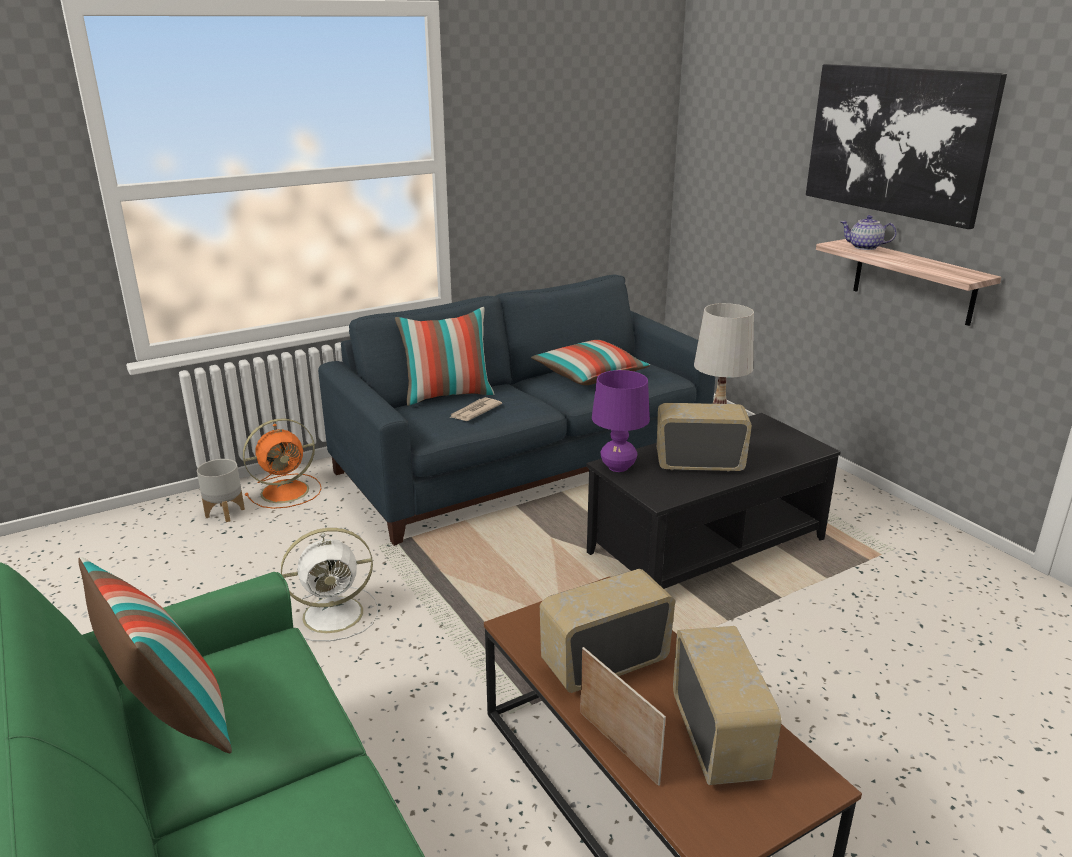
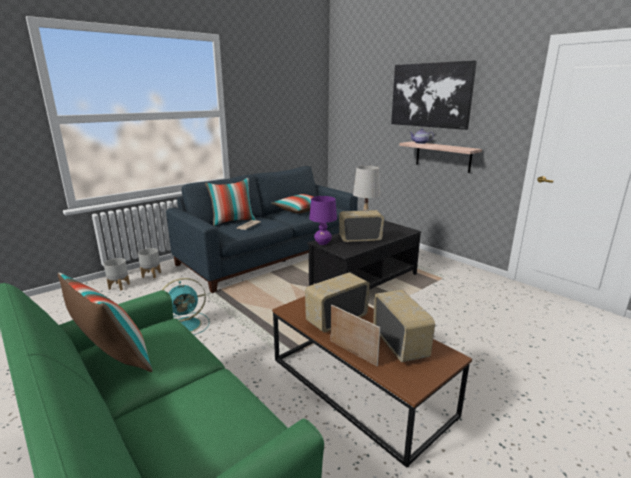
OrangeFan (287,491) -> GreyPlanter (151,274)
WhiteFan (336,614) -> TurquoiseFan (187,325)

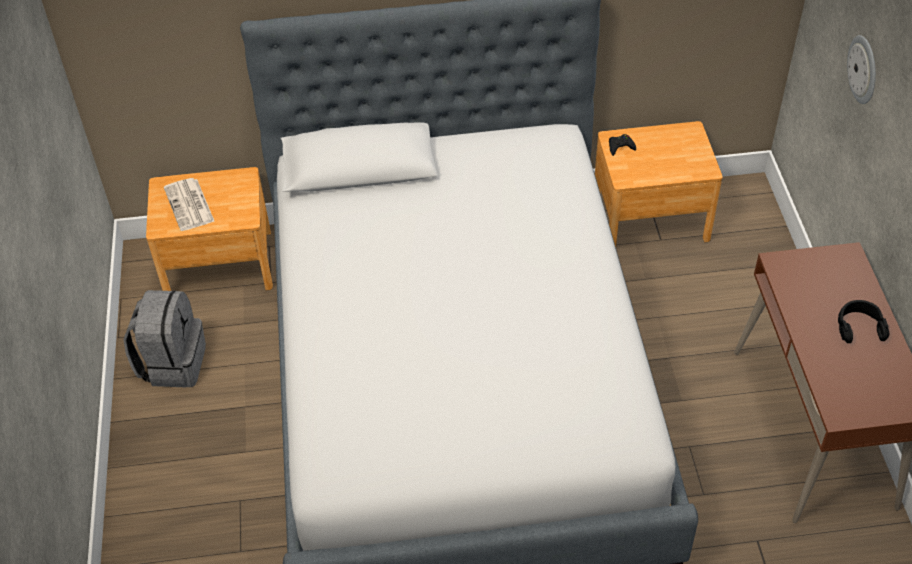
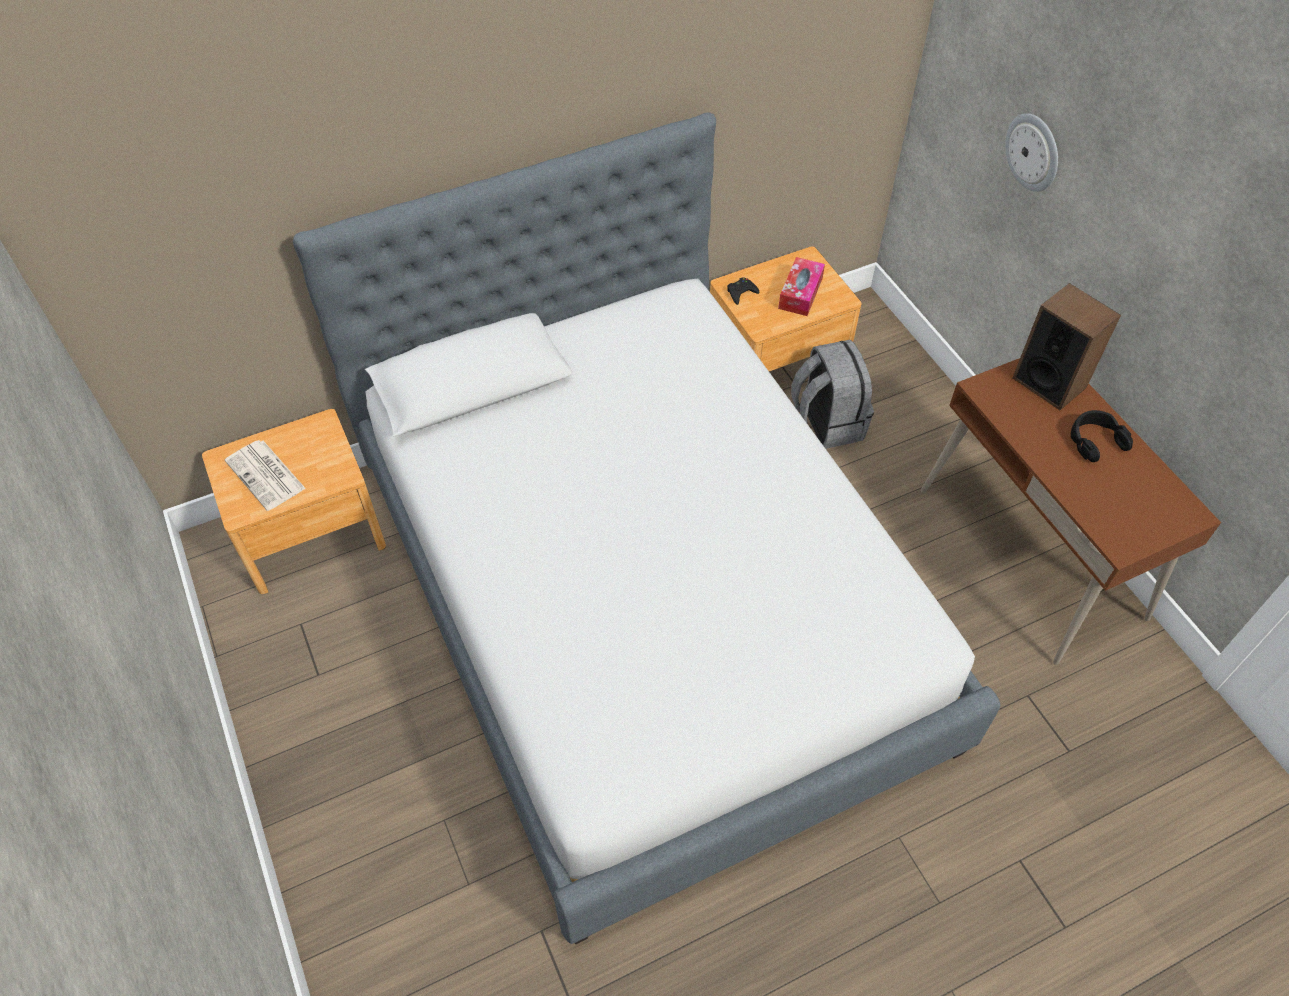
GreyBackpack (172,363) -> GreyBackpack (826,423), shifted
none -> TissueBox (800,293)
none -> Speaker (1049,382)

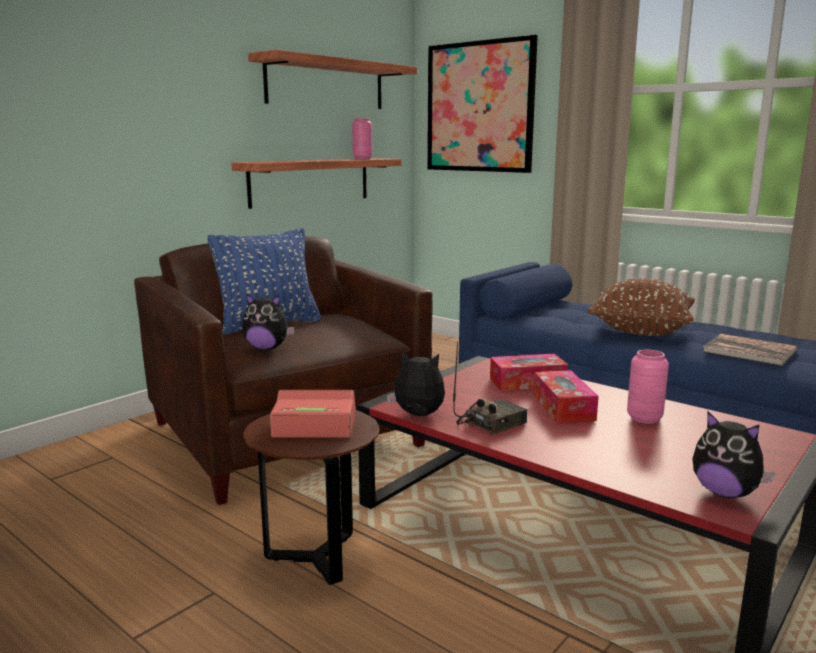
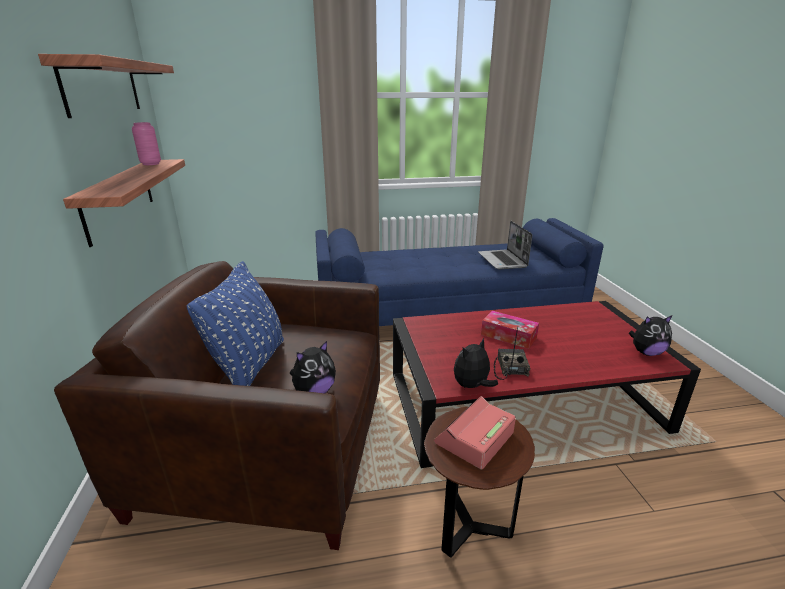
Picture (479,107) -> none
TissueBox (527,382) -> none
BrownPillow (640,331) -> none
PinkVase (644,418) -> none
Book (749,351) -> Laptop (503,261)

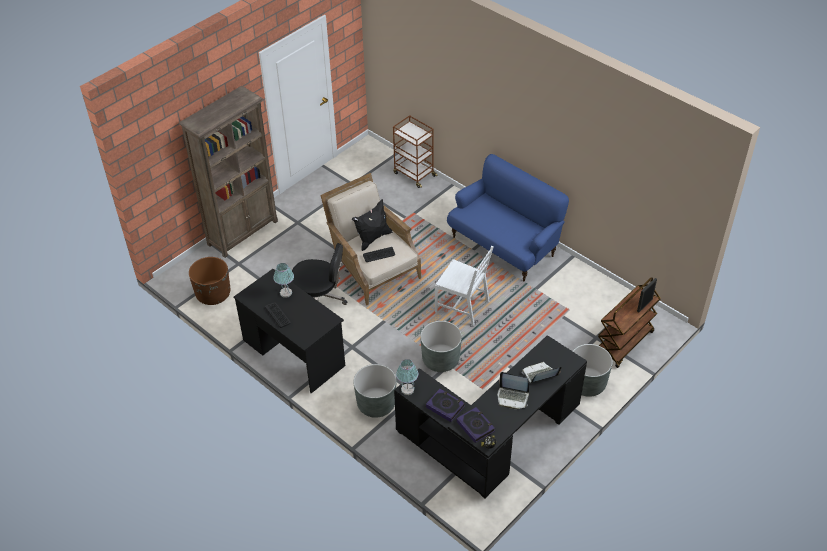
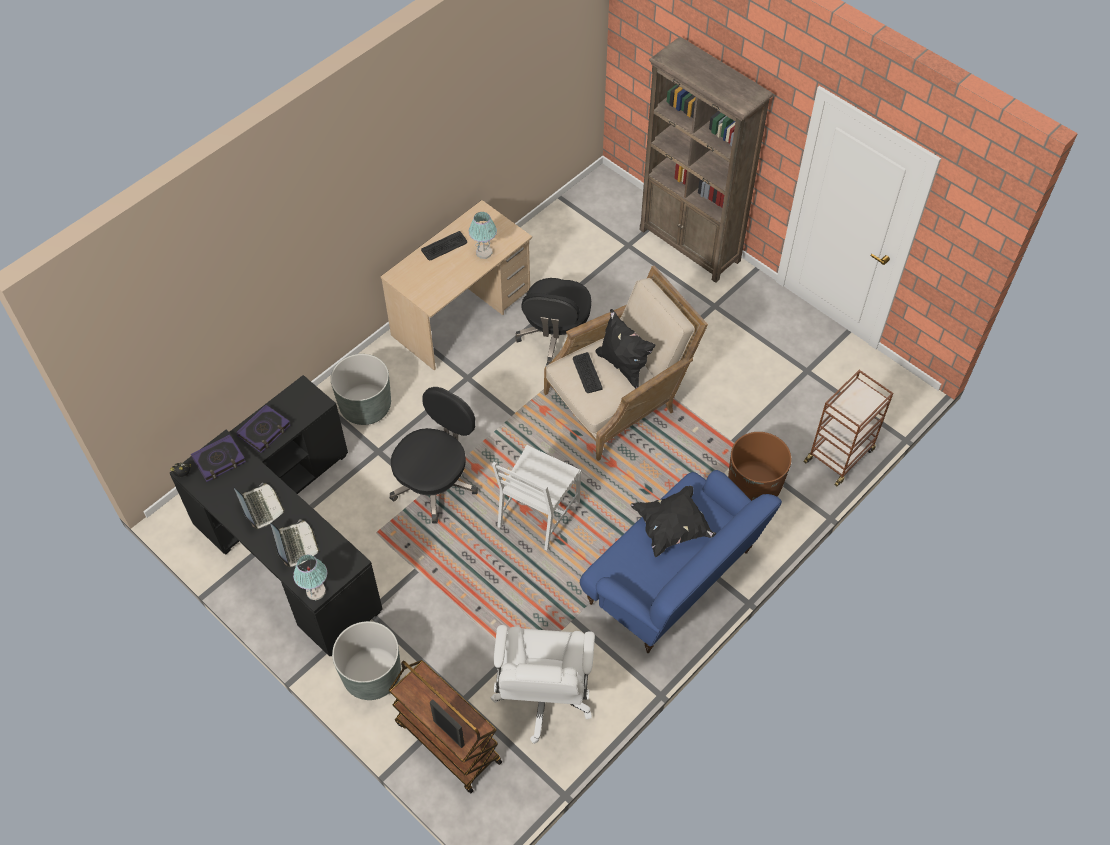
BrownPlanter (213,294) -> BrownPlanter (754,484), shifted
BlackDesk (293,353) -> BeigeDesk (461,314)
TableLamp (407,390) -> TableLamp (316,591), shifted
GreyPlanter (440,359) -> BlackOfficeChair (435,482)
Laptop (512,397) -> Laptop (260,507), 135 degrees clockwise
none -> WhiteOfficeChair (543,697)
none -> BlackPillow (672,527)

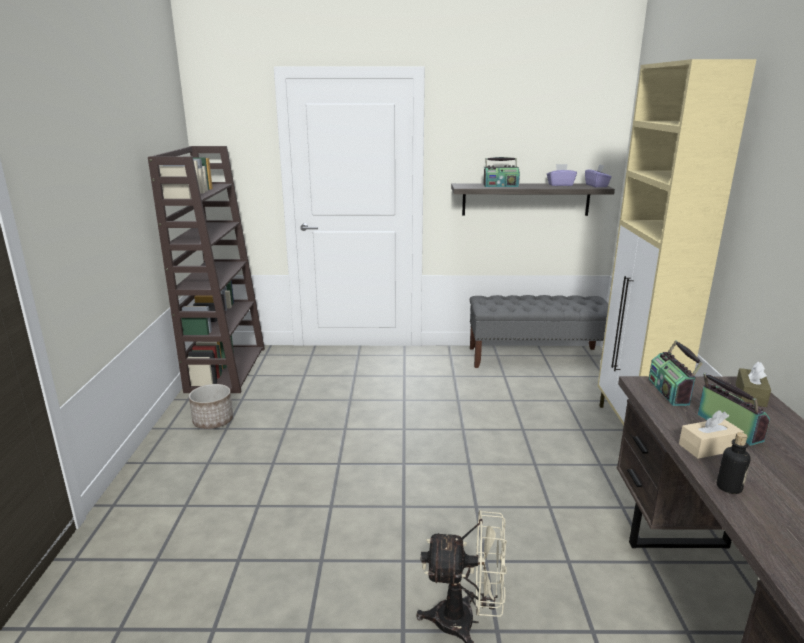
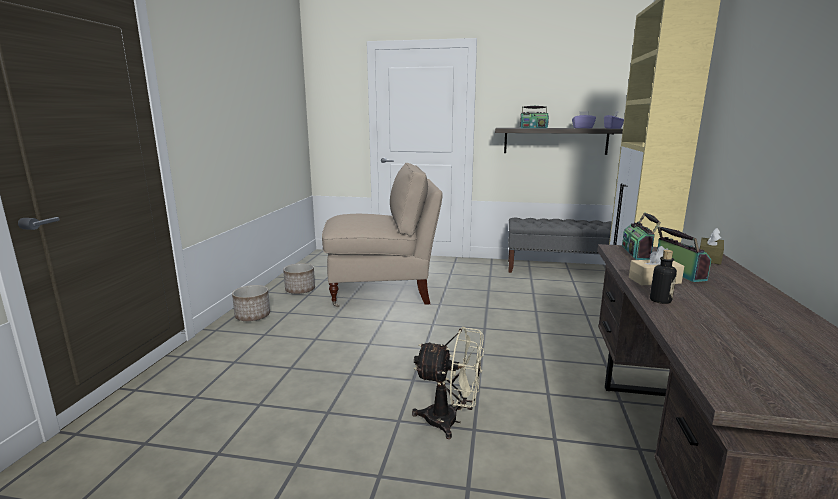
BrownBookcase (226,369) -> none
none -> Planter (253,316)
none -> BeigeChair (382,291)

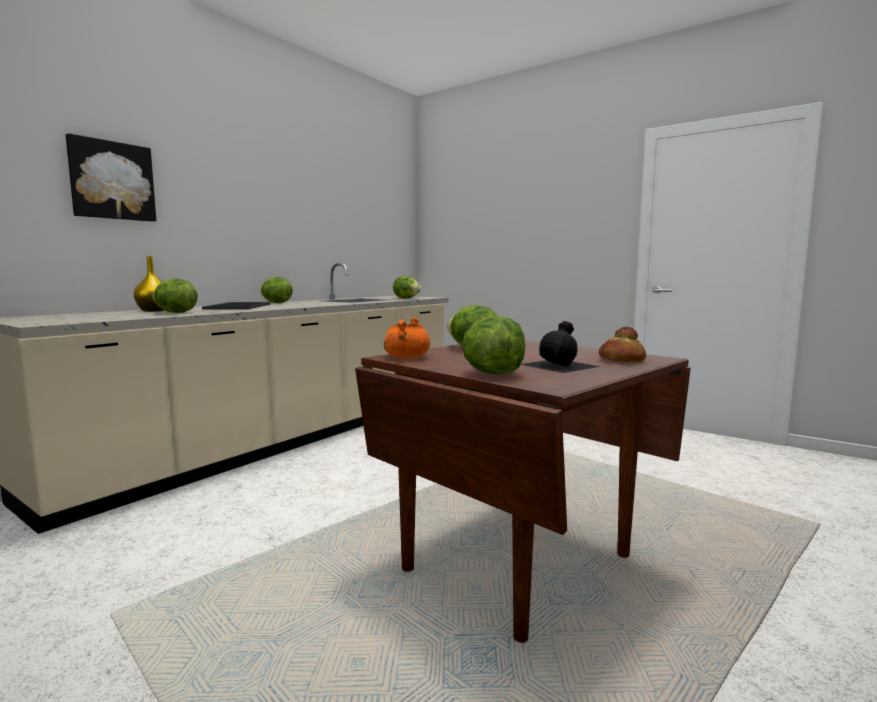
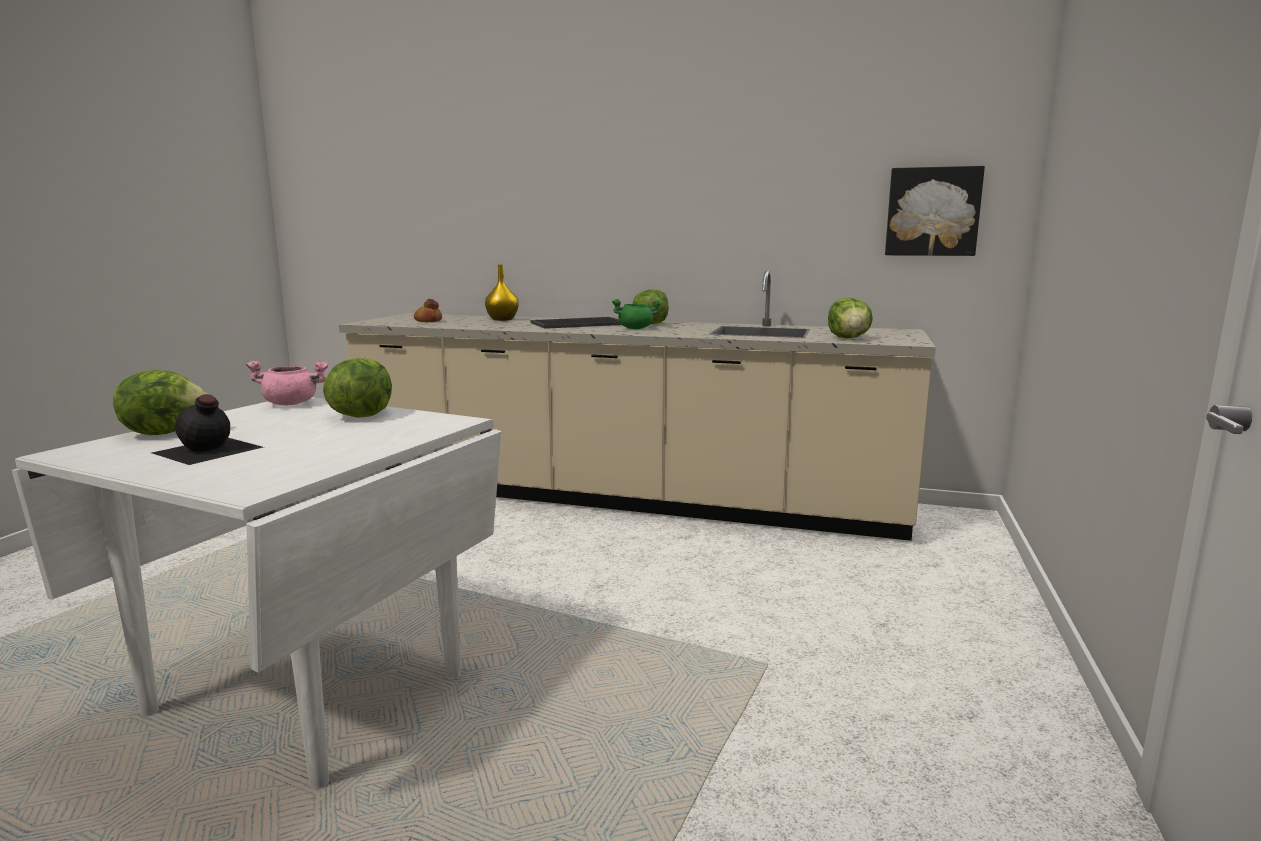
Picture (112,181) -> Picture (932,212), shifted
Lettuce (175,313) -> none
BrownDiningTable (519,563) -> WhiteDiningTable (305,695)
OrangeCookingPot (406,357) -> PinkCookingPot (292,404)
Bread (621,360) -> Bread (428,321), shifted
none -> GreenCookingPot (636,328)

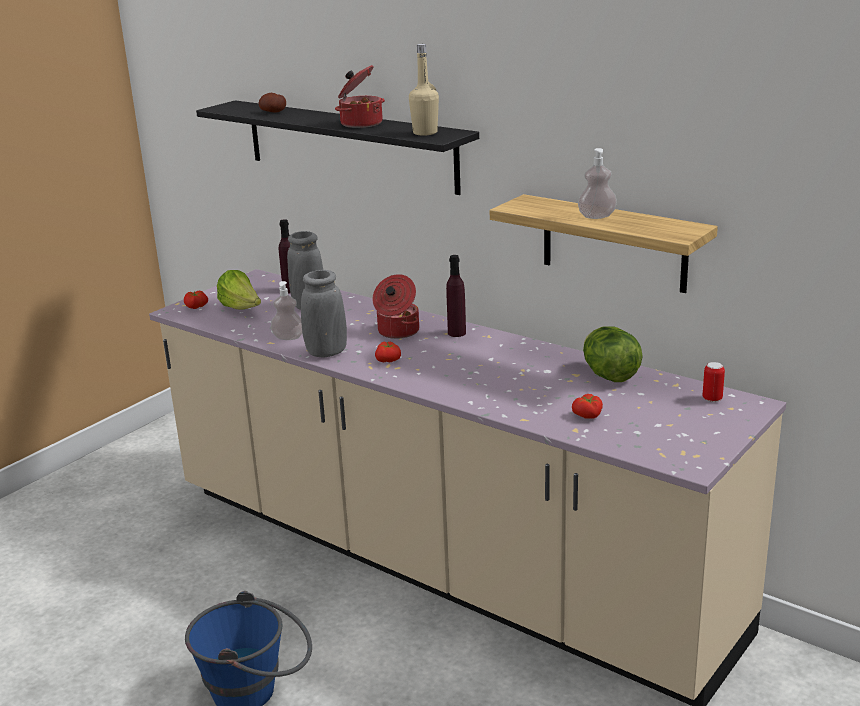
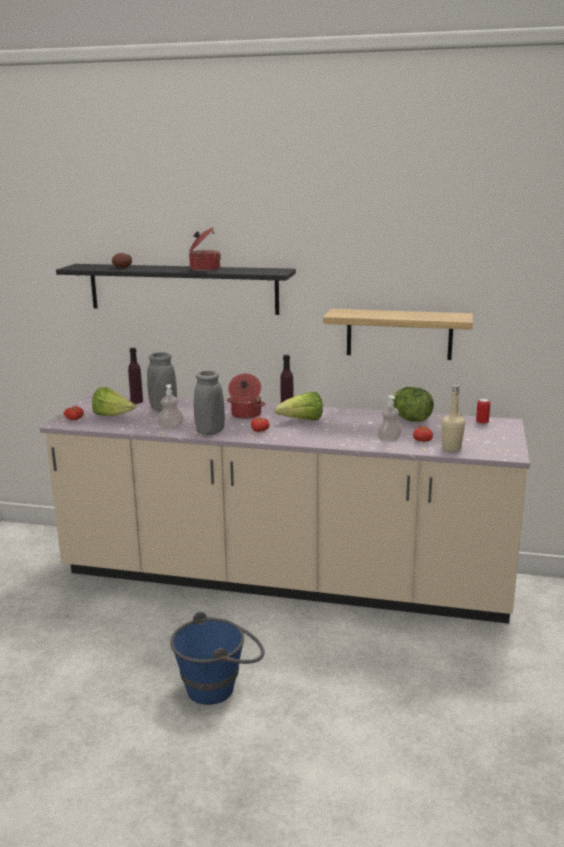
BeigeBottle (425,133) -> BeigeBottle (451,448), shifted
SoapDispenser (597,216) -> SoapDispenser (389,440), shifted
none -> Lettuce (302,421)

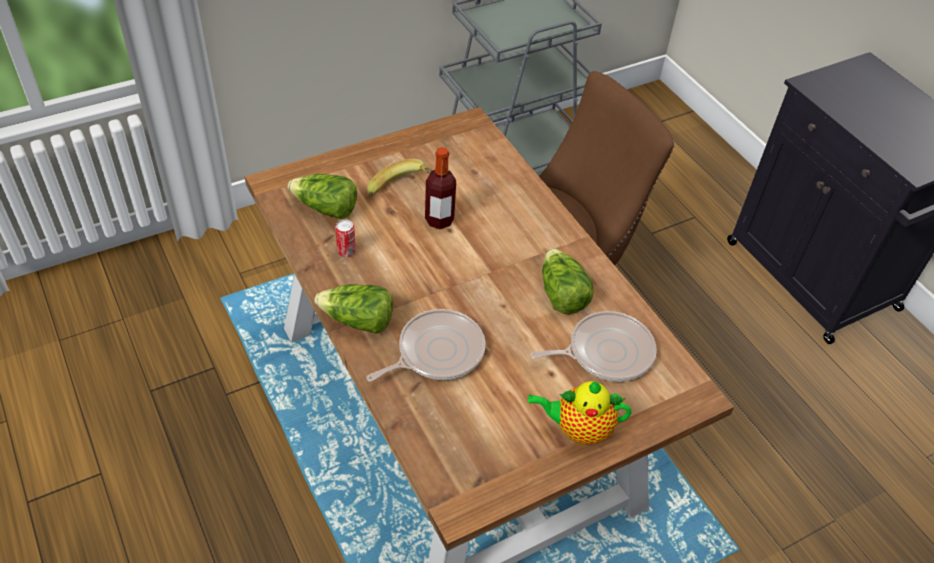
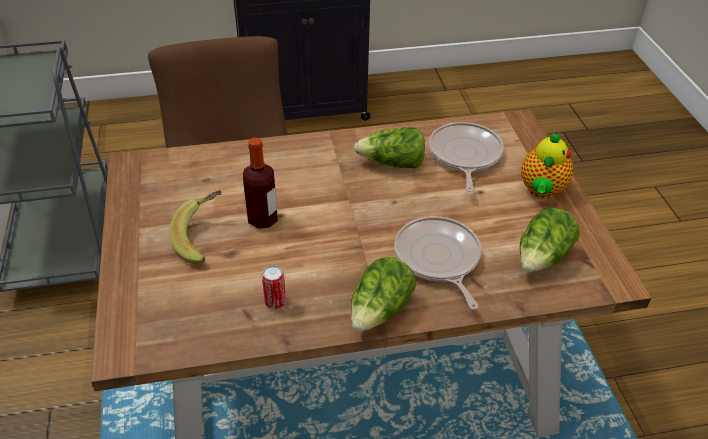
Lettuce (326,208) -> Lettuce (543,257), shifted

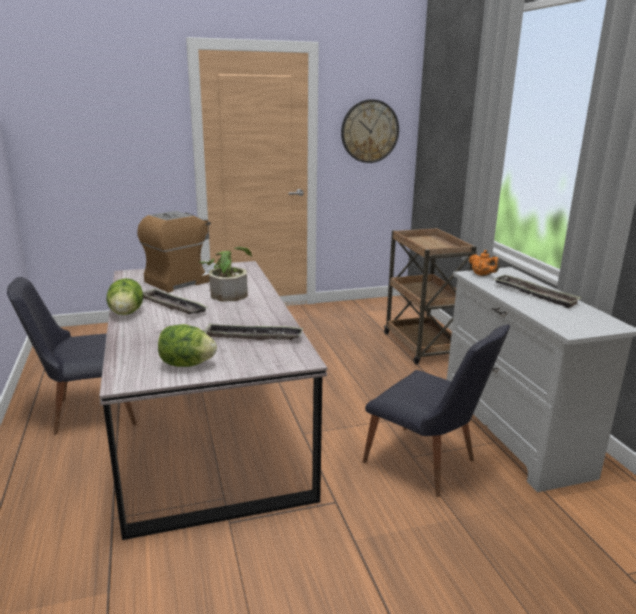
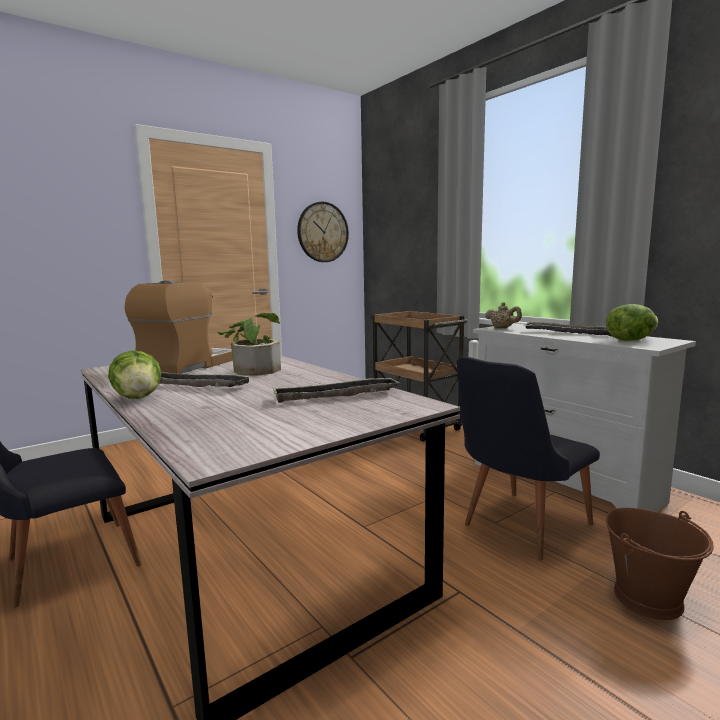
Lettuce (187,364) -> Lettuce (630,340), shifted
BlackChair (428,465) -> BlackChair (518,527), 120 degrees clockwise
OrangeTeapot (482,275) -> BeigeTeapot (502,328)
none -> BrownBucket (649,598)

